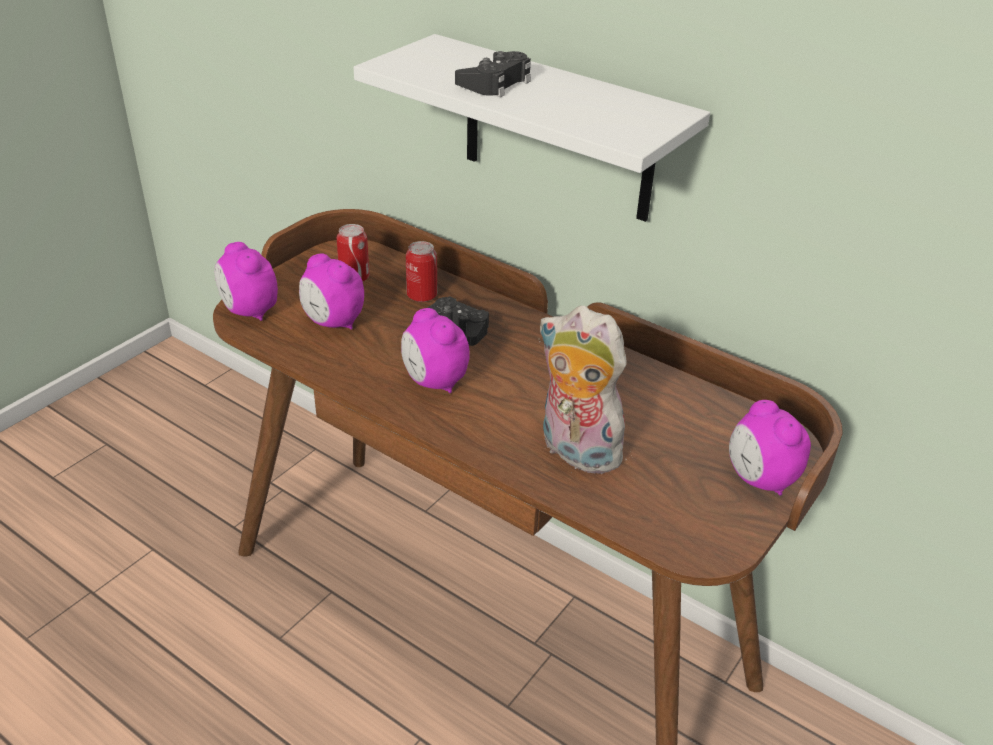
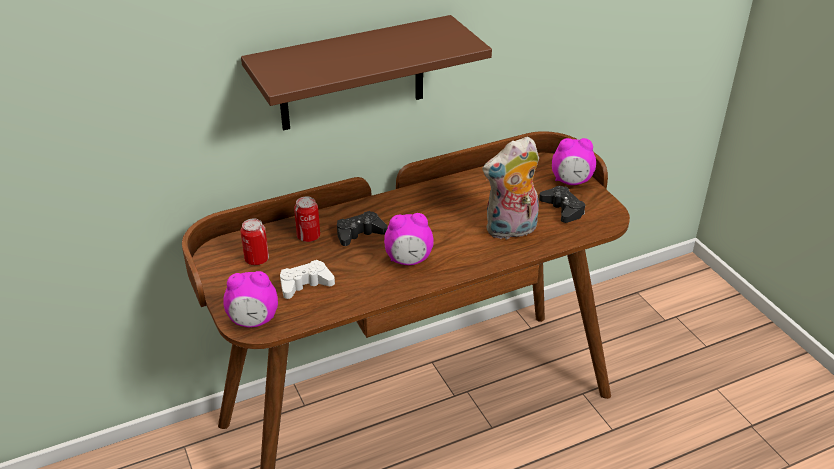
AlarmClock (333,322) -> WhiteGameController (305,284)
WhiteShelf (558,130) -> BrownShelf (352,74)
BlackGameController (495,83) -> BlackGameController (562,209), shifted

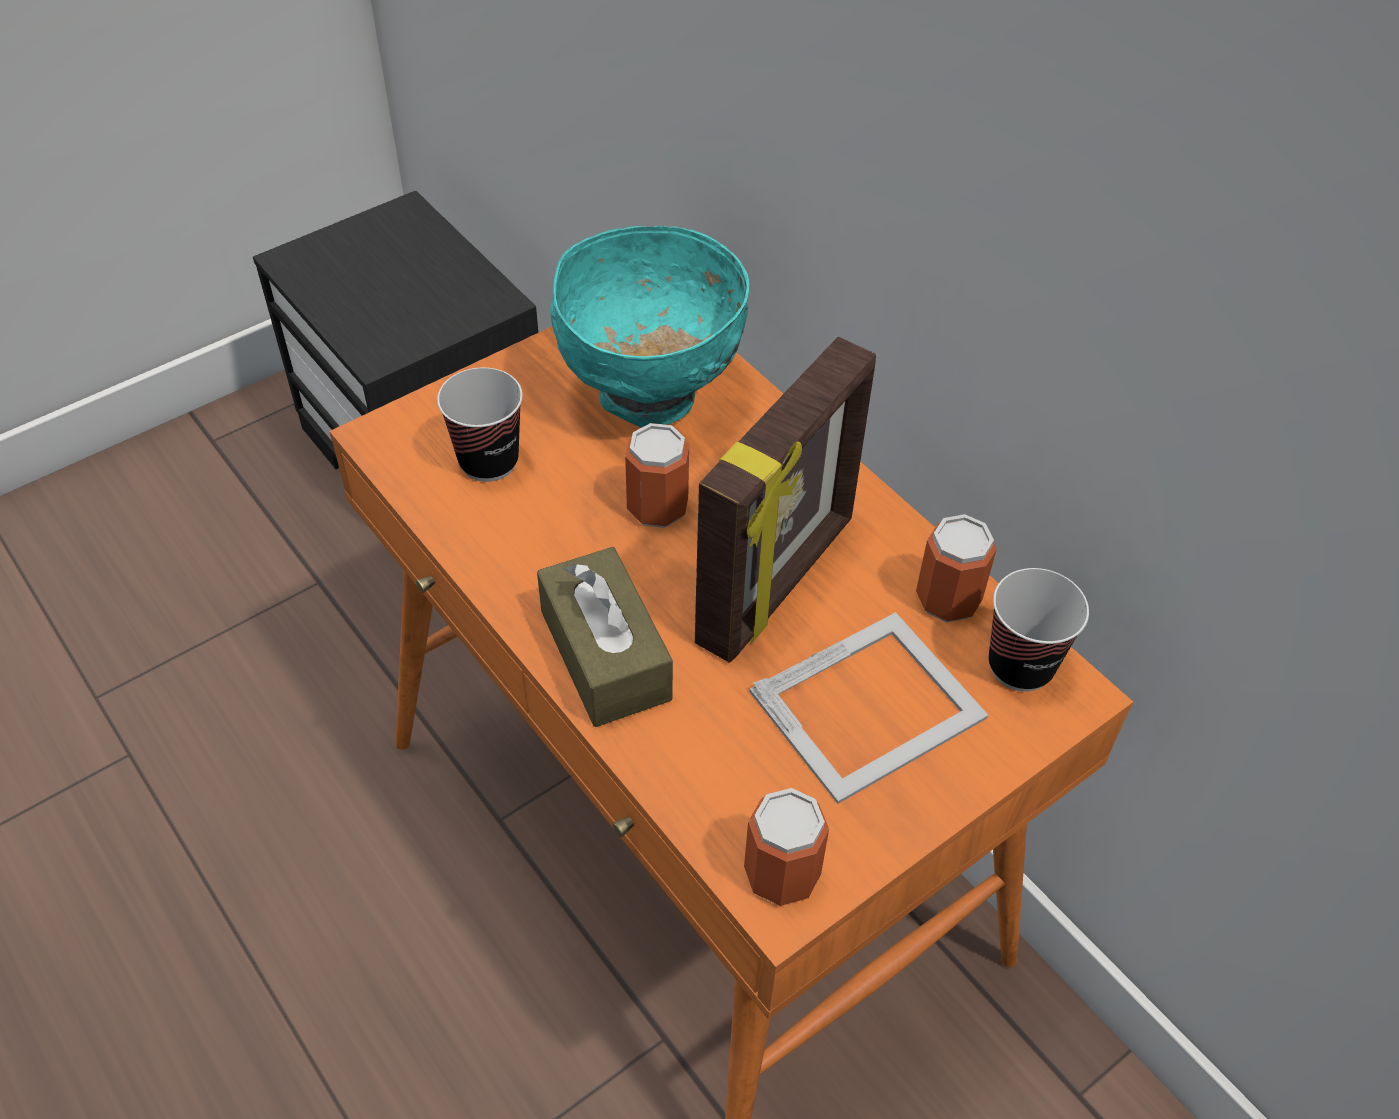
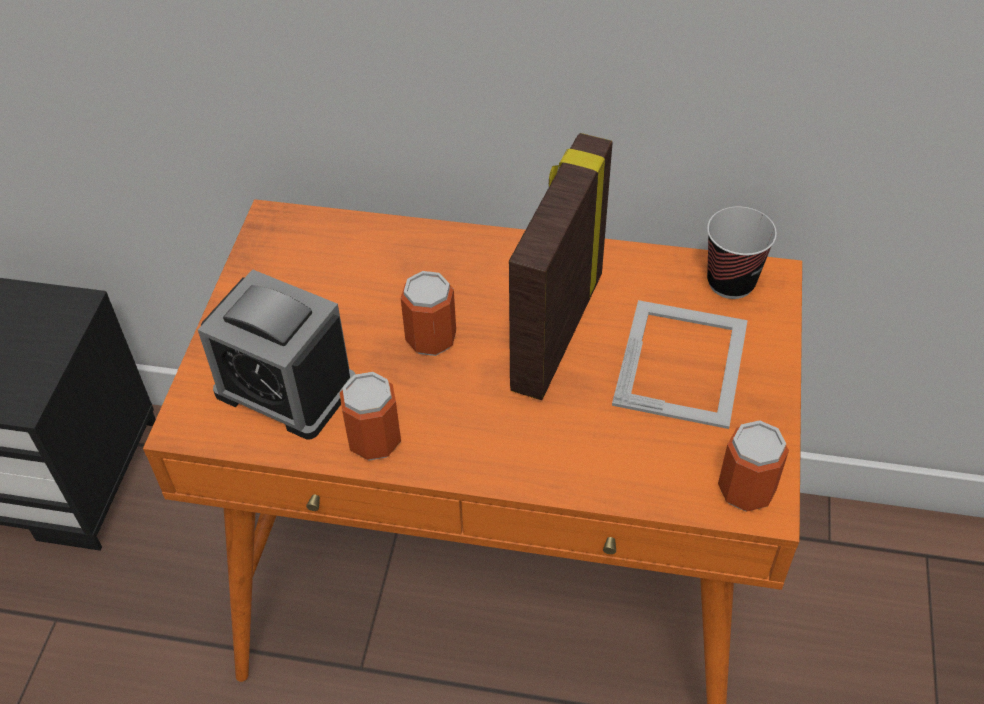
Cup (488,461) -> AlarmClock (286,388)
BrownTissueBox (605,655) -> none
TurquoiseBowl (650,397) -> none
PictureFrame (779,582) -> PictureFrame (554,331), 150 degrees counterclockwise
Can (948,599) -> Can (374,440), shifted

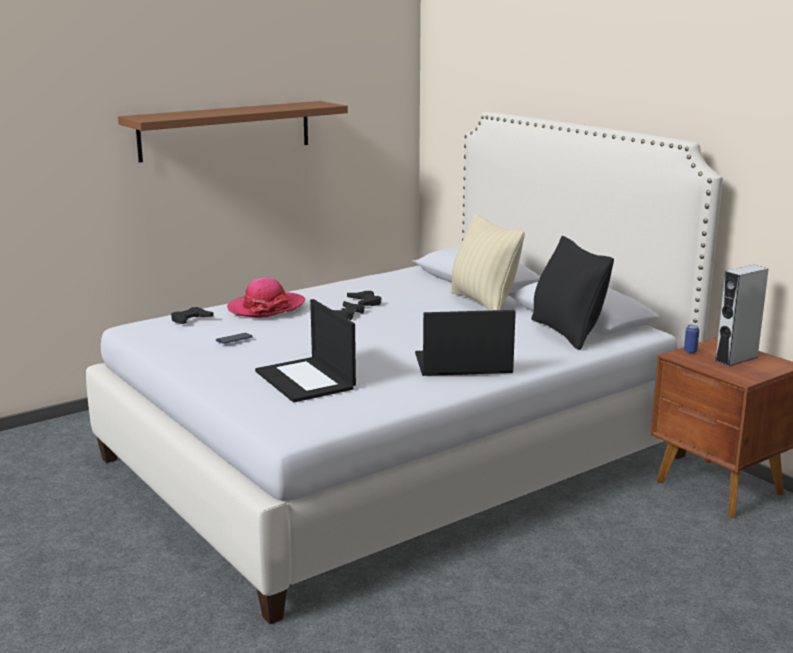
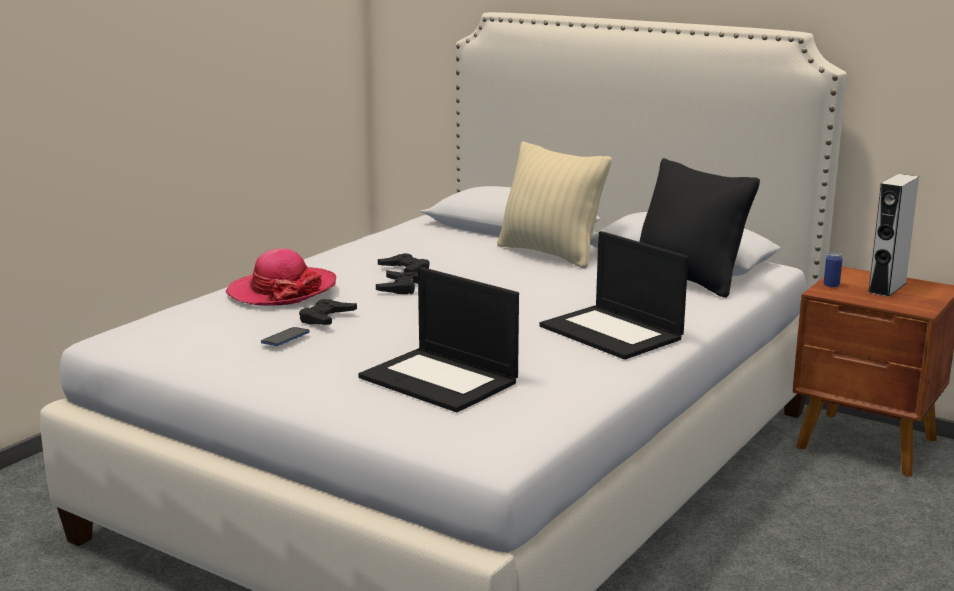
BrownShelf (226,130) -> none
BlackGameController (191,320) -> BlackGameController (326,318), shifted
Laptop (462,364) -> Laptop (613,332), 105 degrees counterclockwise

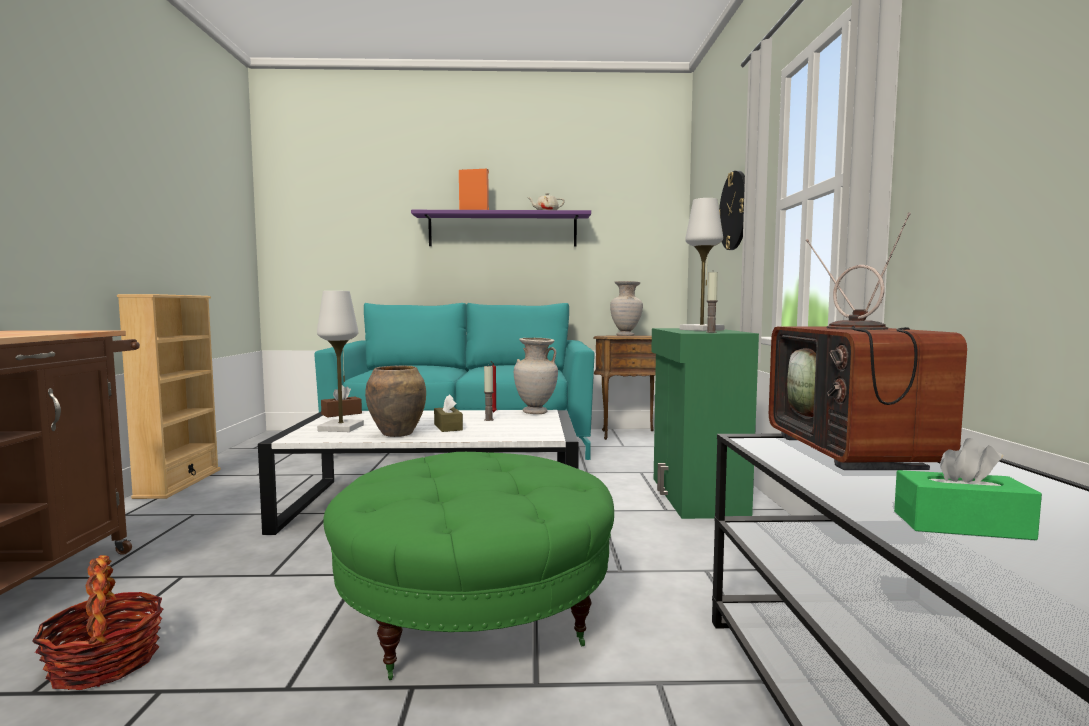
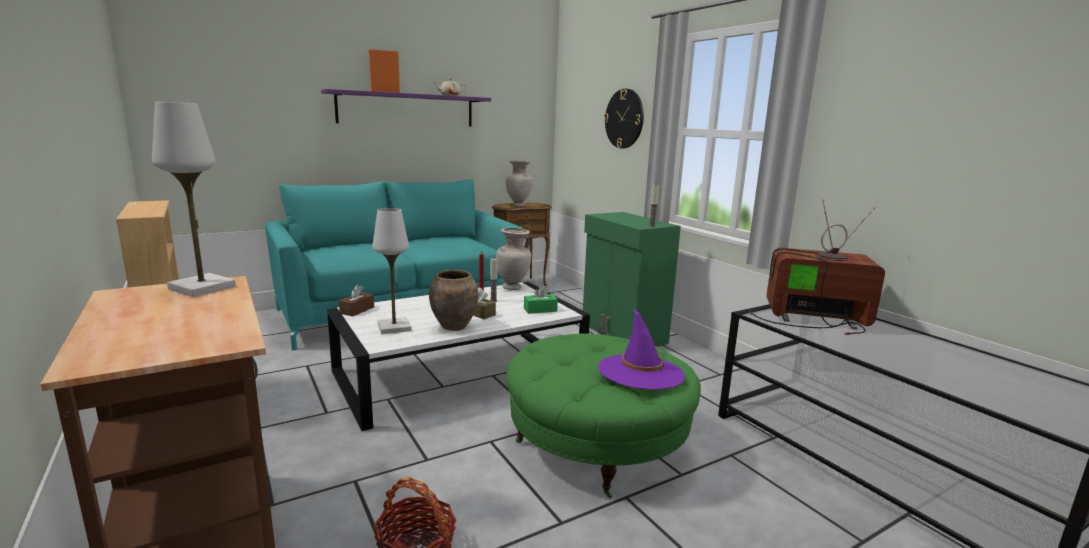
WhiteTableLamp (702,330) -> WhiteTableLamp (202,287), shifted
Television (859,454) -> Television (812,319), 135 degrees clockwise
GreenTissueBox (961,525) -> GreenTissueBox (540,310), shifted
none -> PurpleHat (640,372)

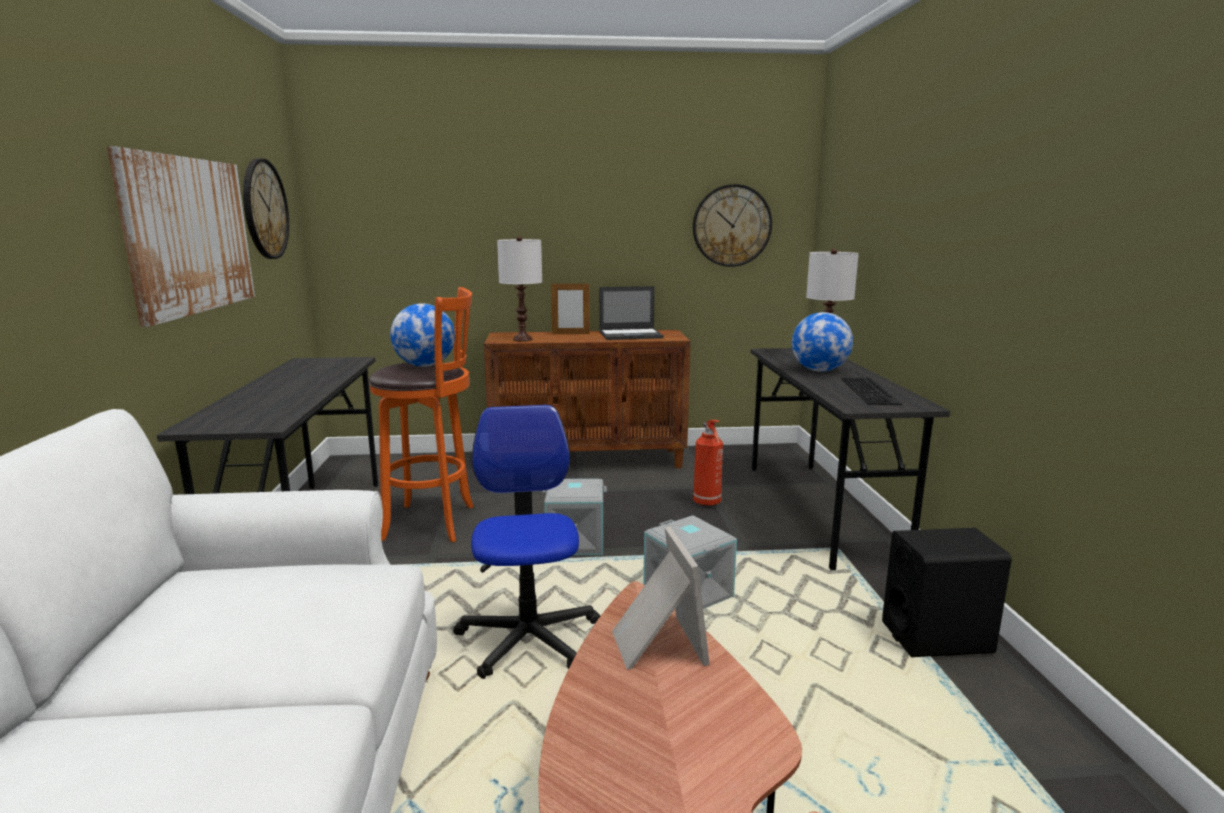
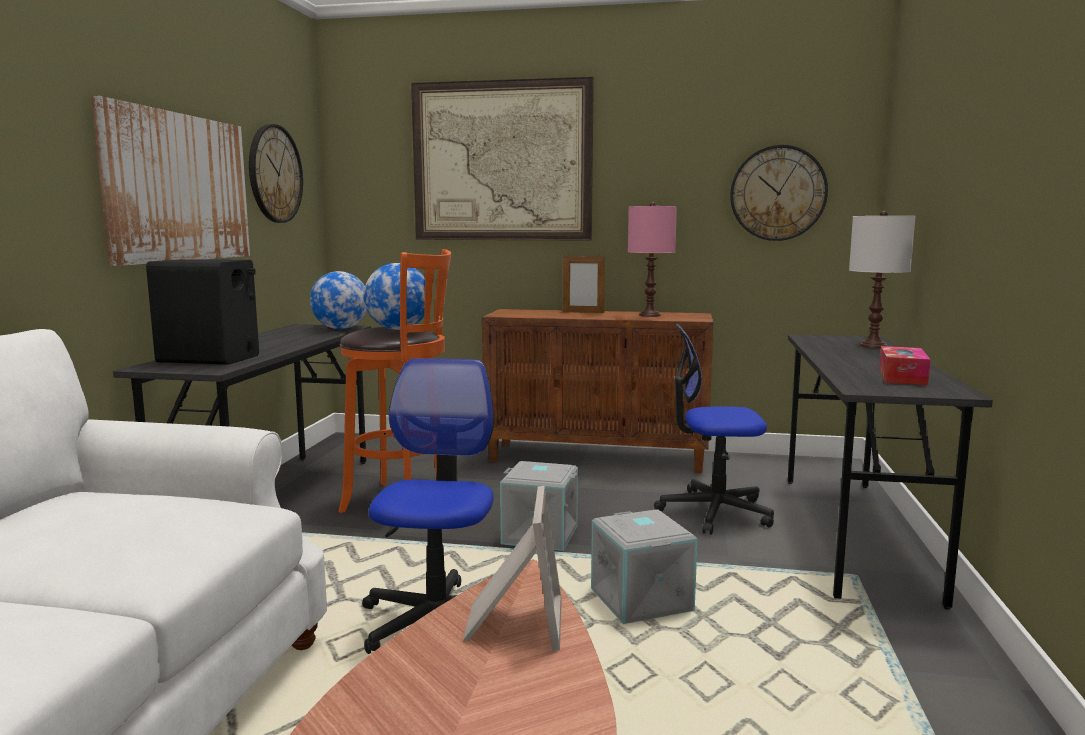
WhiteTableLamp (523,339) -> none
Laptop (631,335) -> PinkTableLamp (650,315)
FireExtinguisher (707,503) -> OfficeChair (714,512)
Globe (819,371) -> Globe (341,329), shifted
Keyboard (871,391) -> TissueBox (902,376)
BlackSpeaker (936,638) -> BlackSpeaker (209,359), shifted
none -> Picture (501,161)

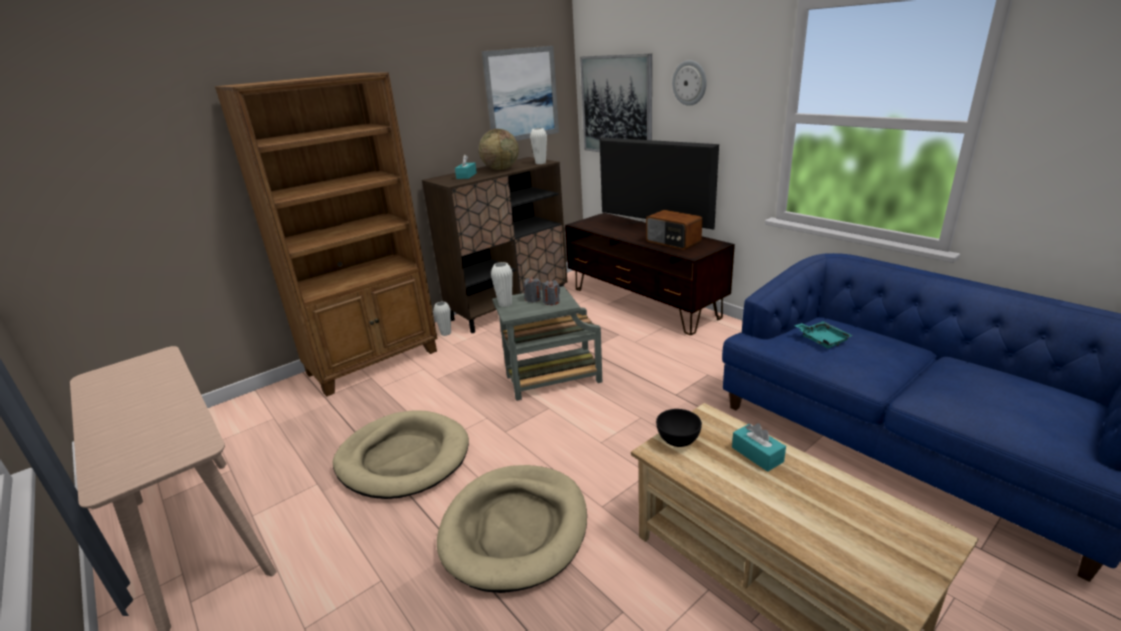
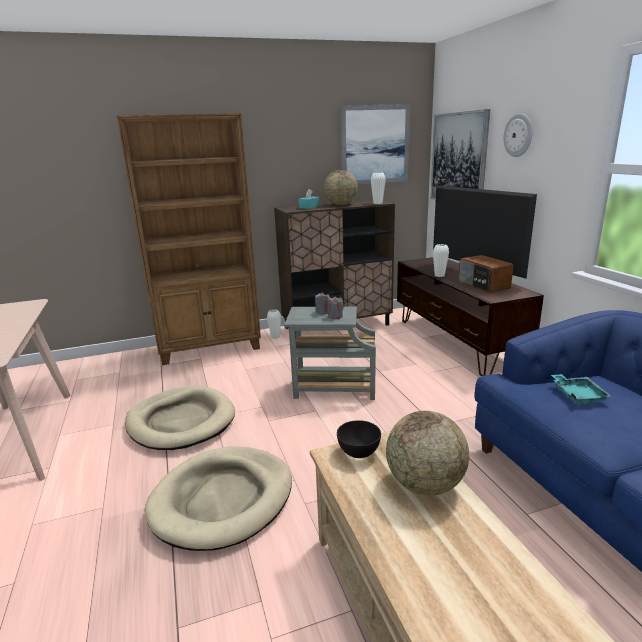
WhiteVase (505,304) -> WhiteVase (439,275), shifted
TurquoiseTissueBox (757,454) -> Globe (425,484)

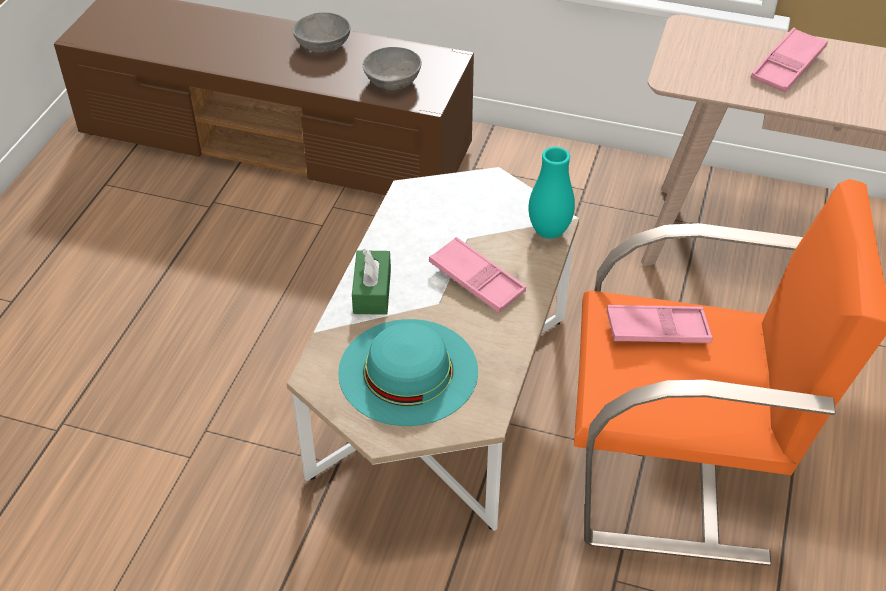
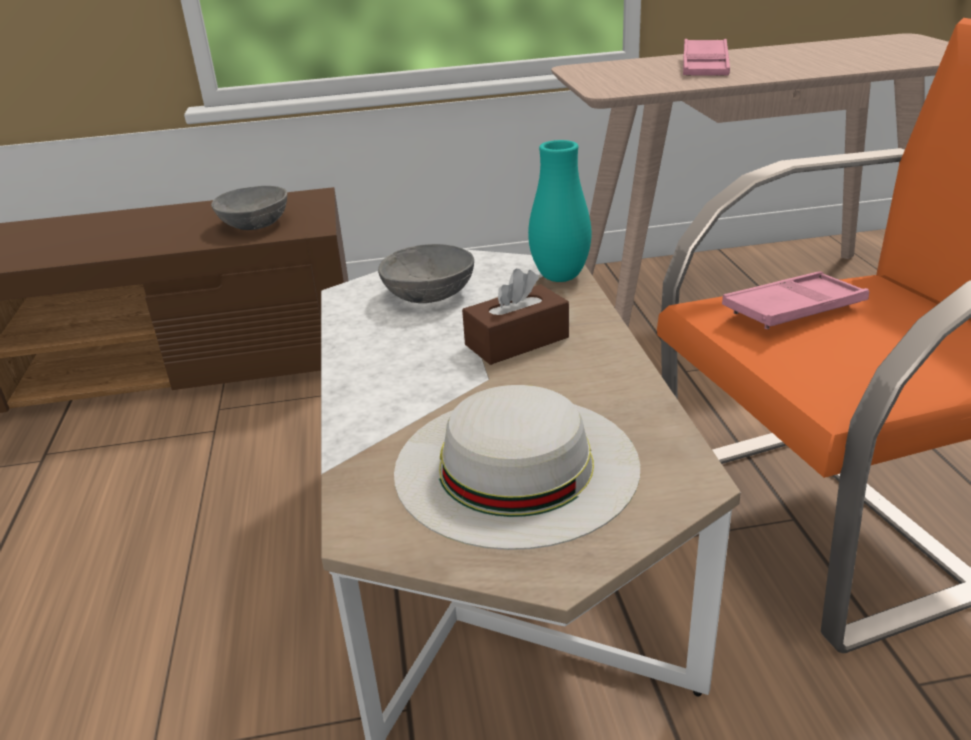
GreyBowl (323,45) -> GreyBowl (430,294), shifted
TurquoiseHat (408,371) -> WhiteHat (515,466)
GreenTissueBox (372,291) -> none
PinkTray (476,280) -> BrownTissueBox (517,341)

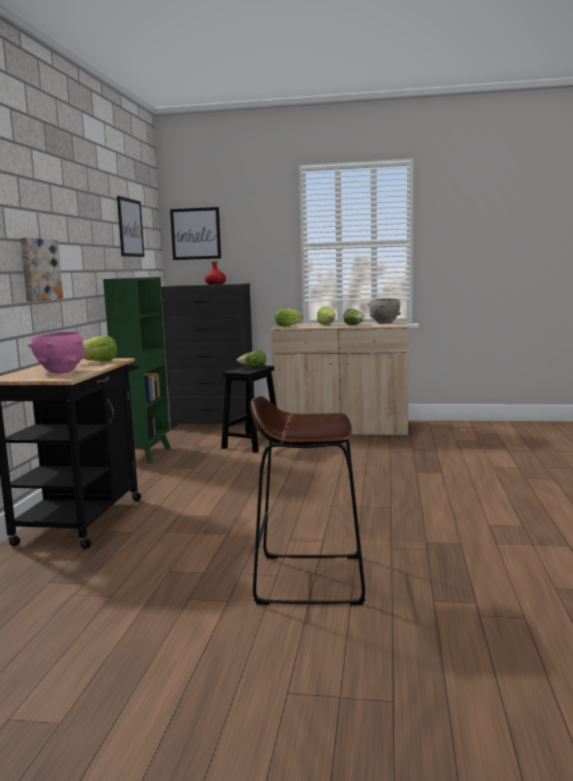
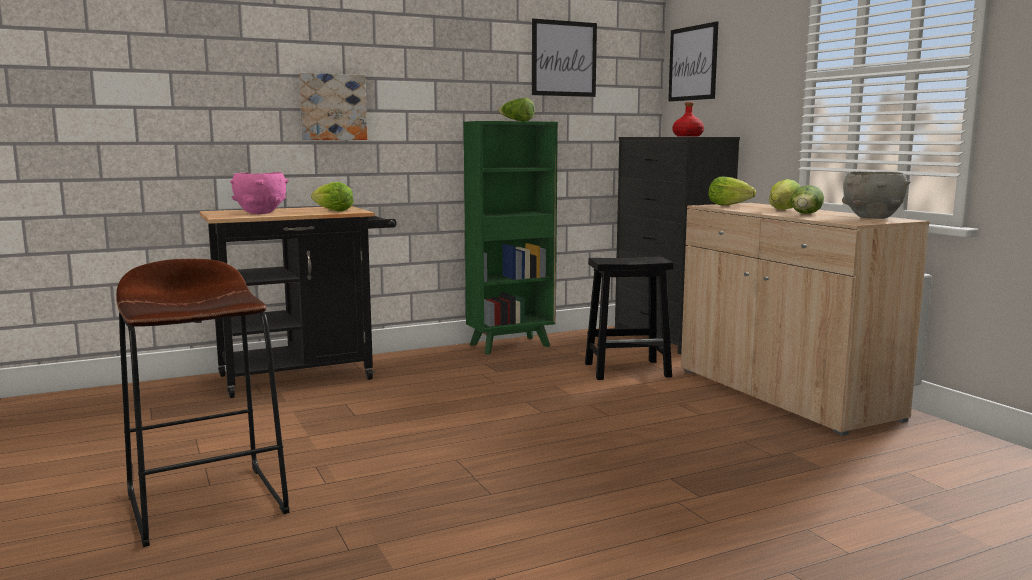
Lettuce (253,367) -> Lettuce (516,121), shifted

